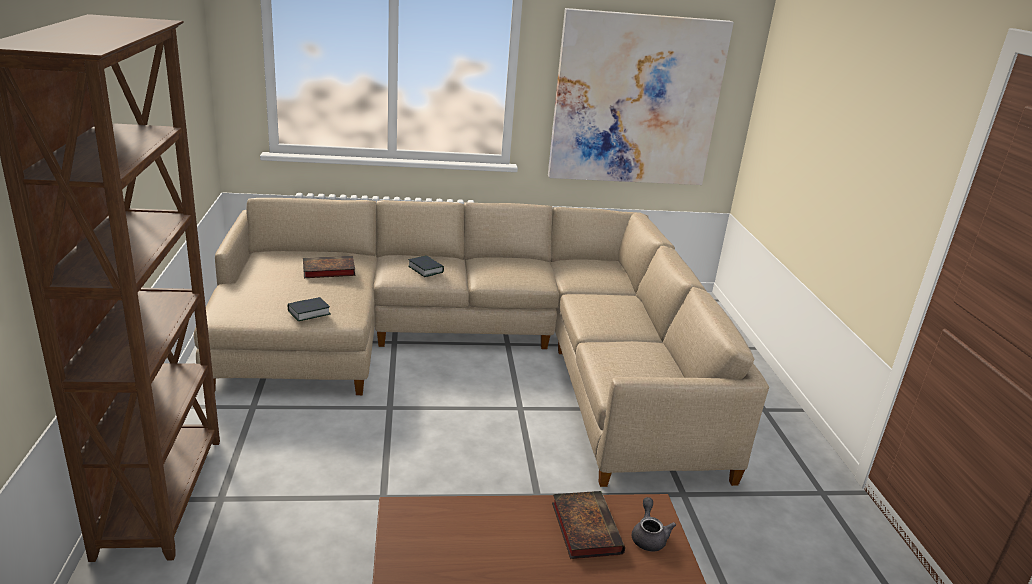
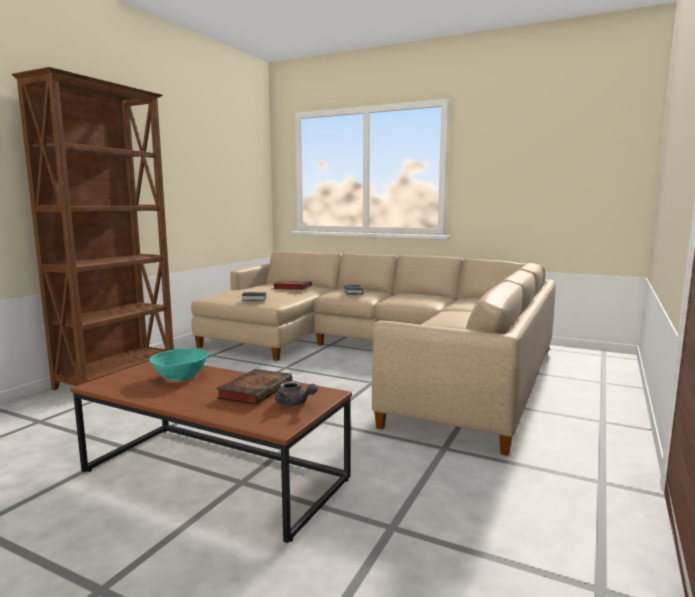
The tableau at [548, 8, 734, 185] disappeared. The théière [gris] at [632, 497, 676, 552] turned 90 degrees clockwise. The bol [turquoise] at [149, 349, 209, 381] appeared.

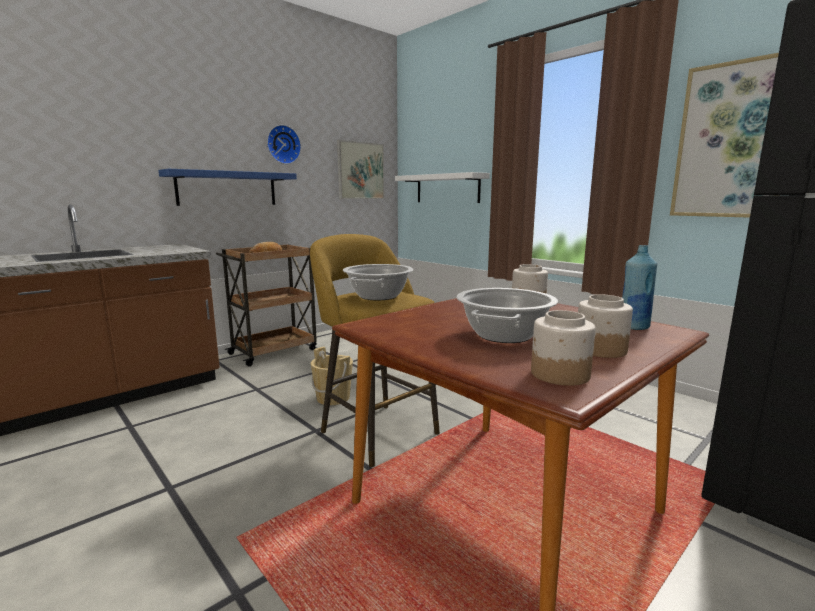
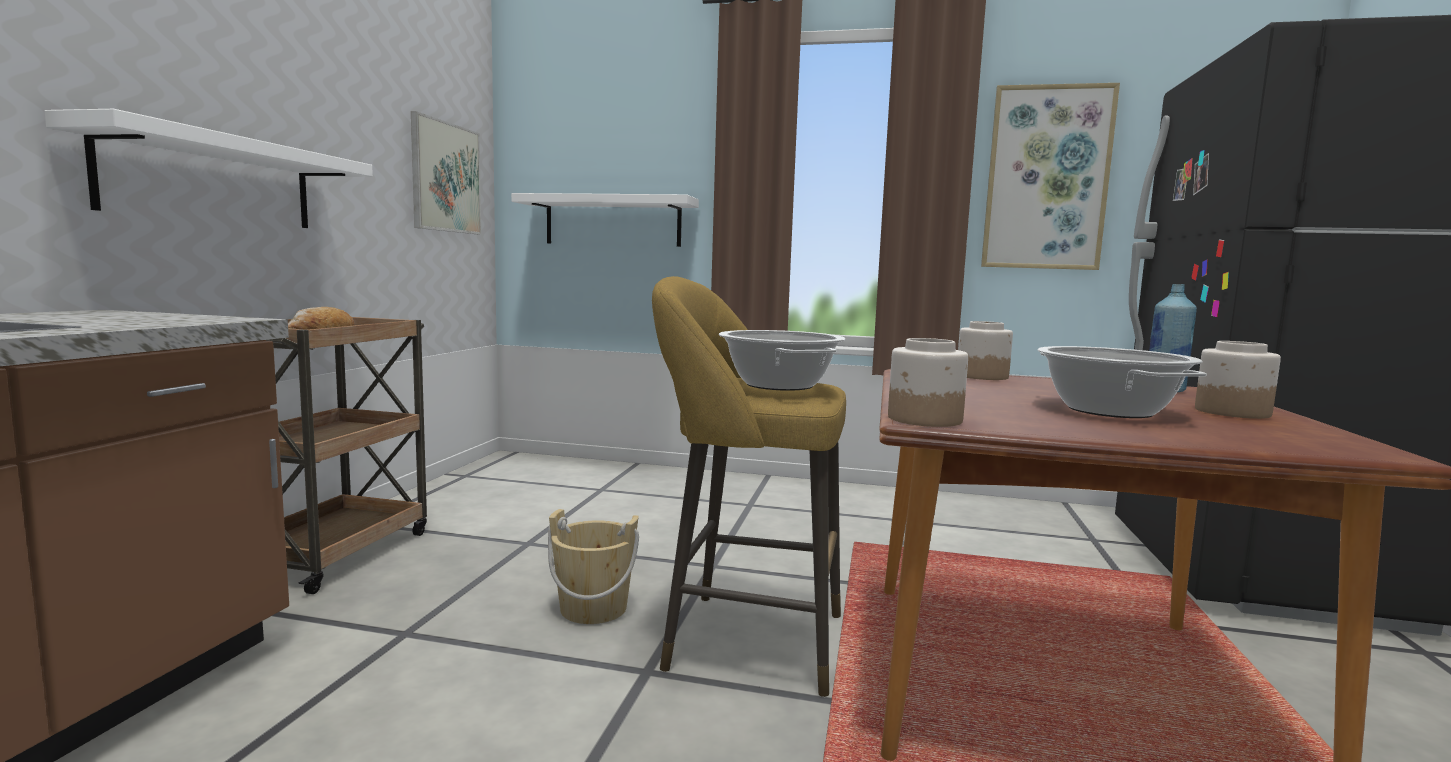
The étagère [bleu] at [158, 169, 297, 206] became the étagère [blanc] at [44, 109, 373, 228]. The horloge murale at [267, 125, 301, 164] disappeared. The bocal moved from [531, 310, 596, 386] to [888, 338, 968, 427].

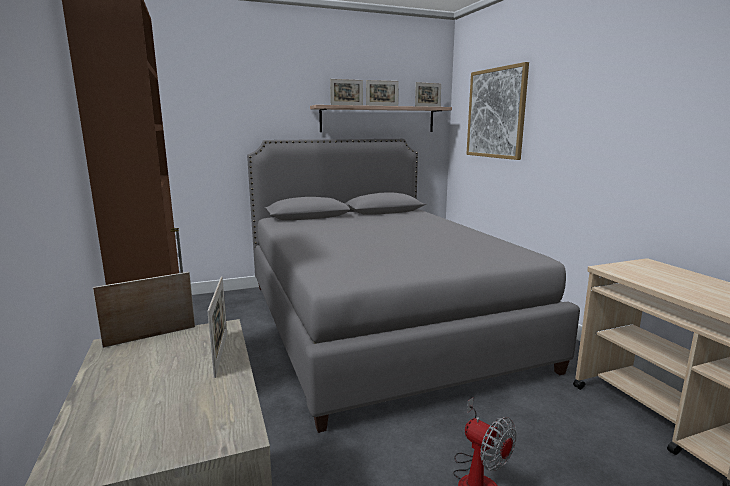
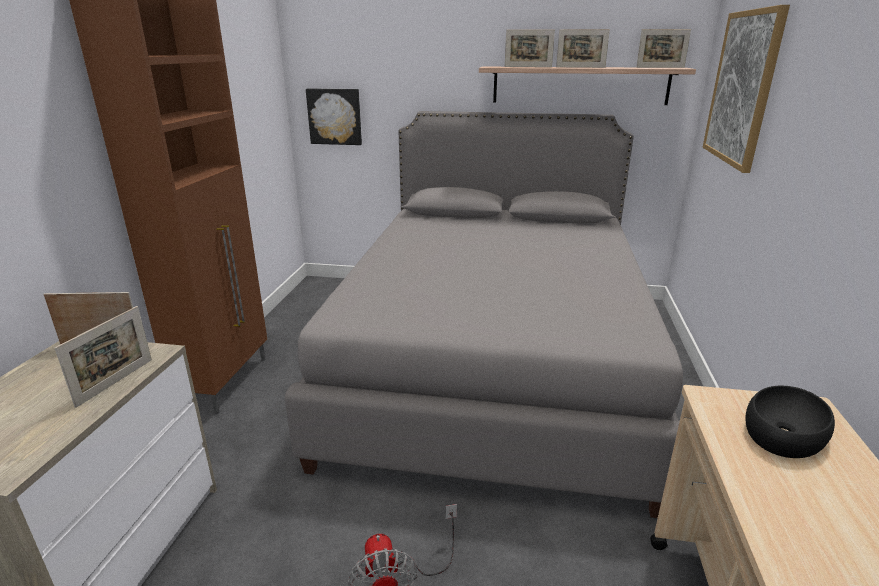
The tableau at [306, 88, 362, 145] appeared. The bol [noir] at [745, 386, 835, 458] appeared.

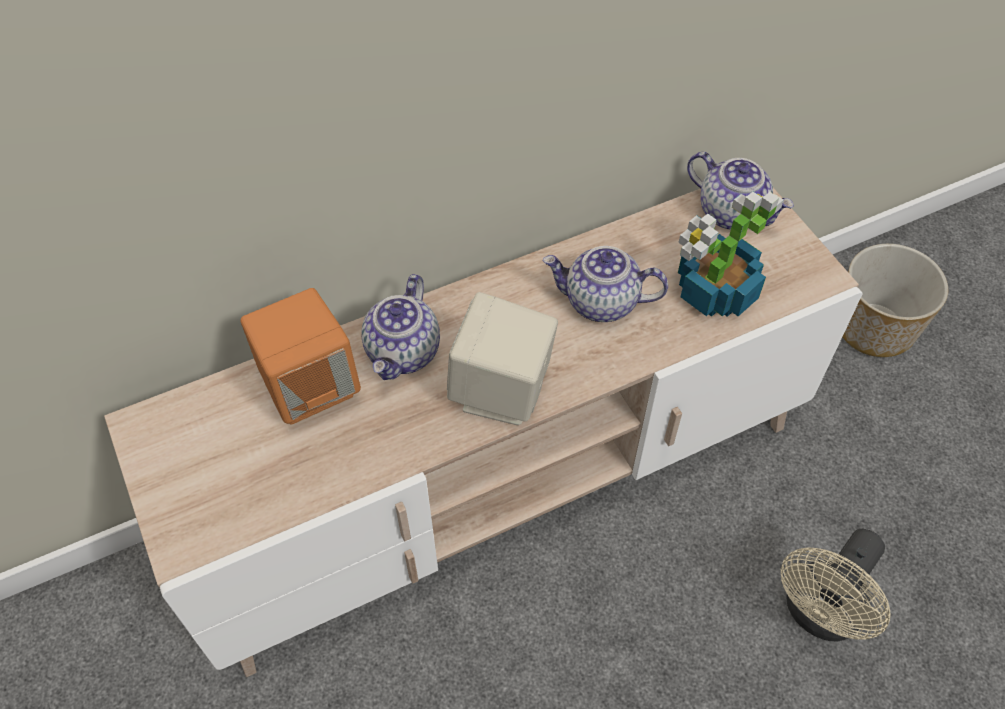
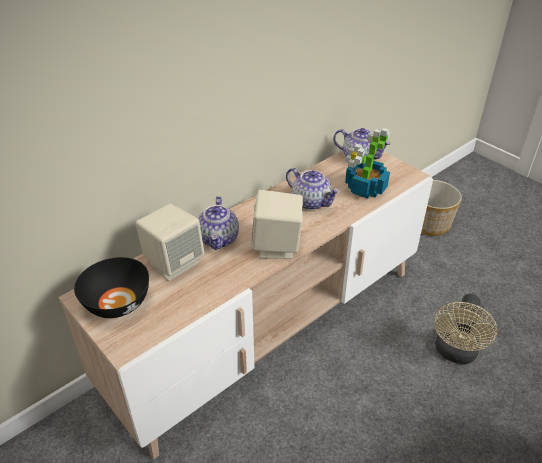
The enceinte [orange] at [240, 288, 361, 425] became the enceinte [beige] at [135, 204, 205, 281]. The théière at [543, 246, 668, 322] turned 135 degrees counterclockwise. The bol [noir] at [74, 257, 149, 318] appeared.

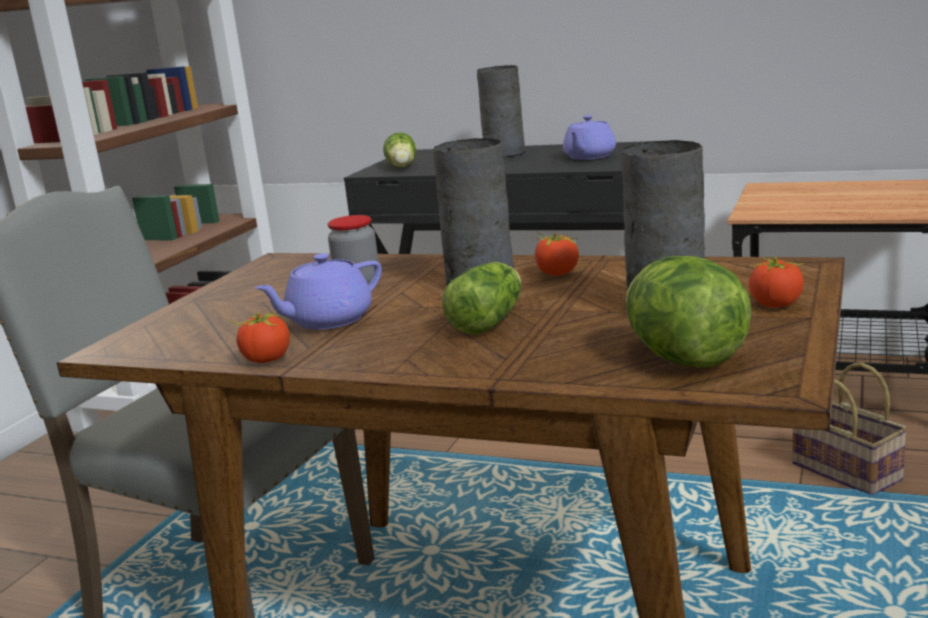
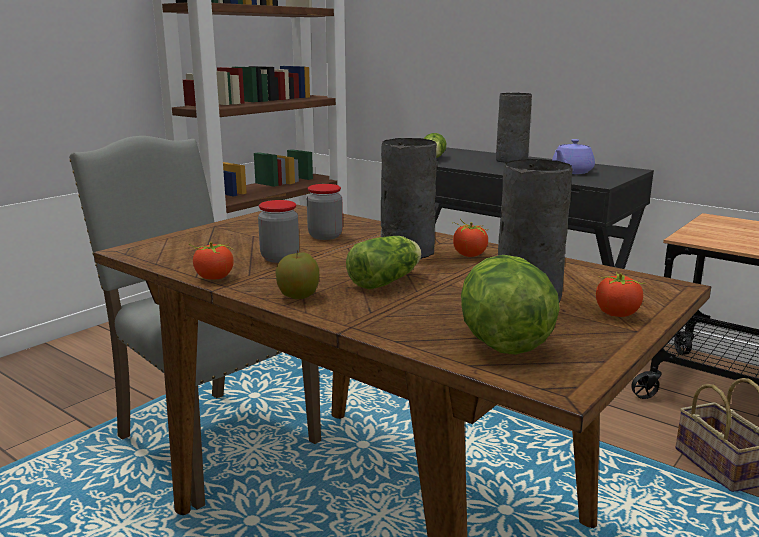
The théière [violet] at [254, 253, 382, 330] was replaced by the bocal at [258, 200, 299, 263]. The pomme at [276, 250, 319, 299] appeared.

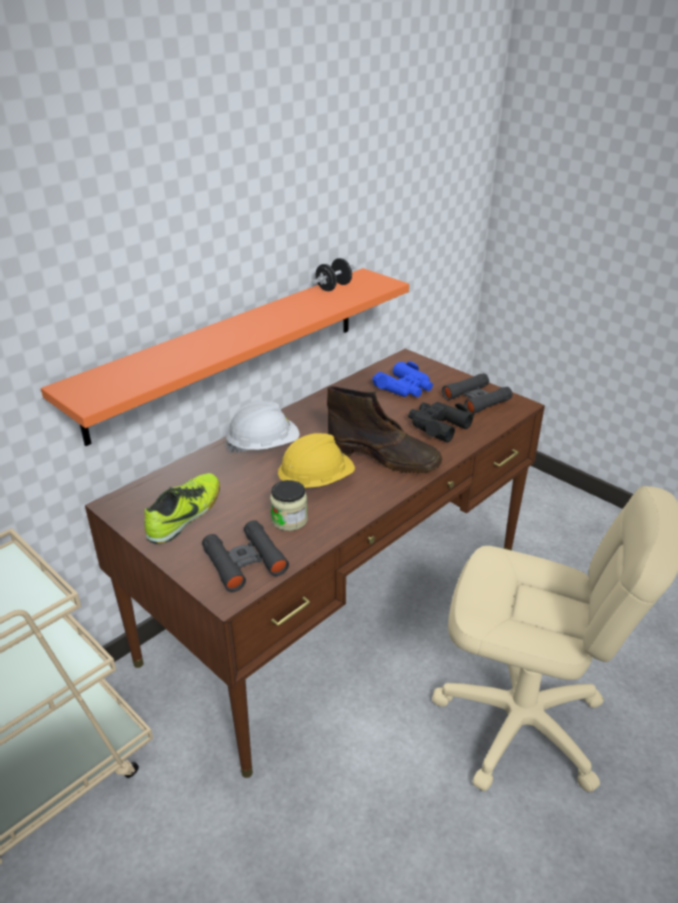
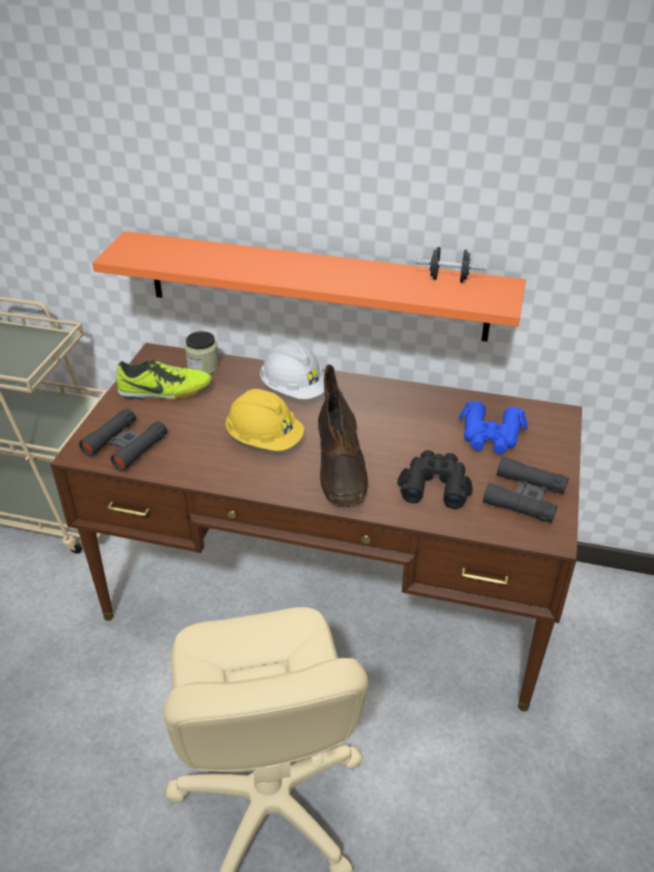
The bocal moved from [270, 480, 308, 531] to [185, 331, 219, 374].

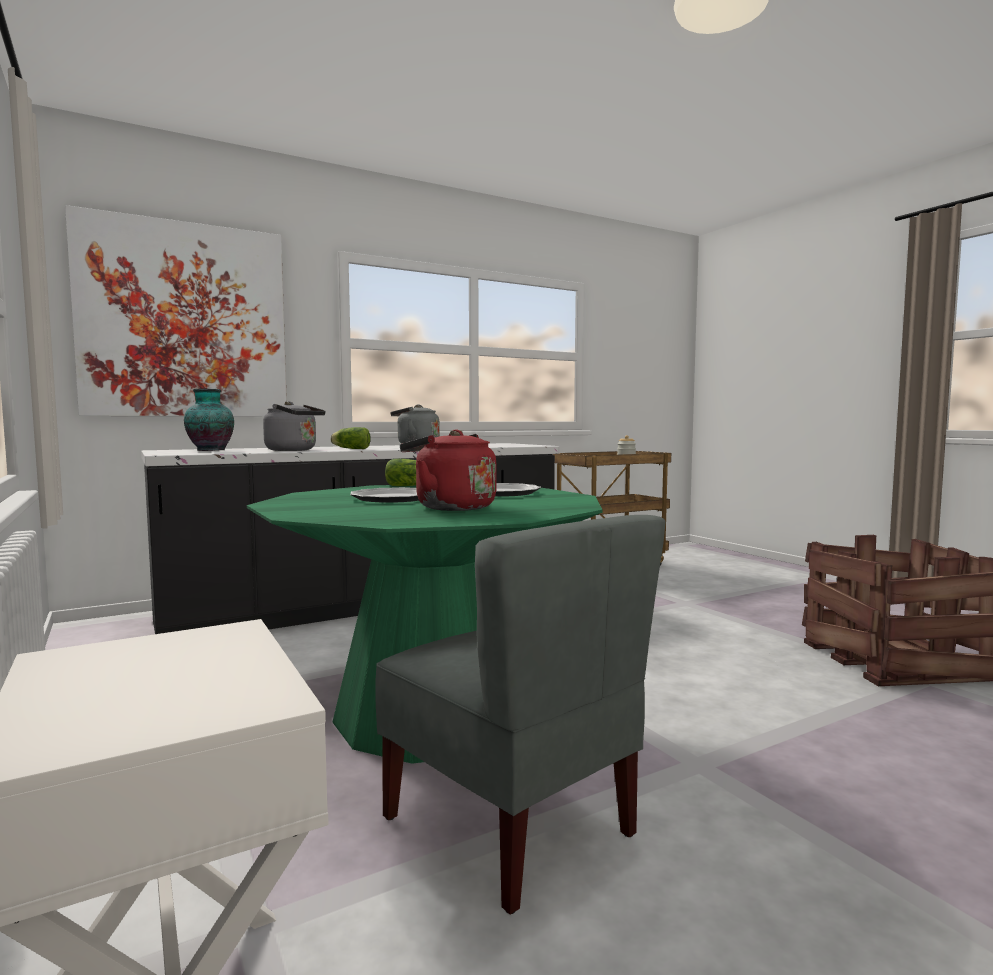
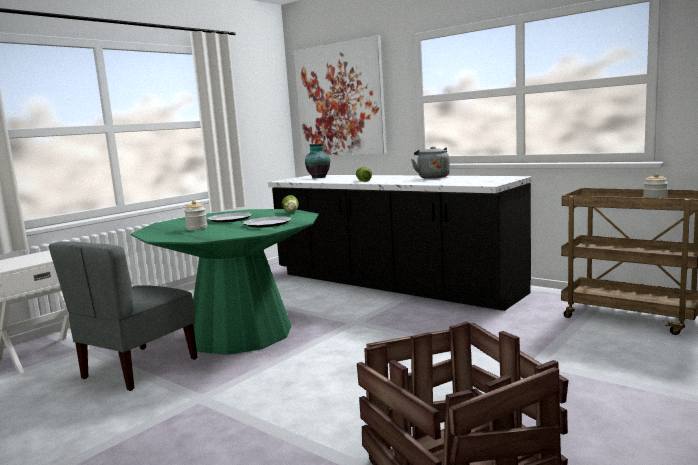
The bouilloire [gris] at [263, 401, 325, 451] disappeared. The bouilloire [rouge] at [400, 429, 496, 511] was replaced by the bocal at [184, 200, 207, 230].

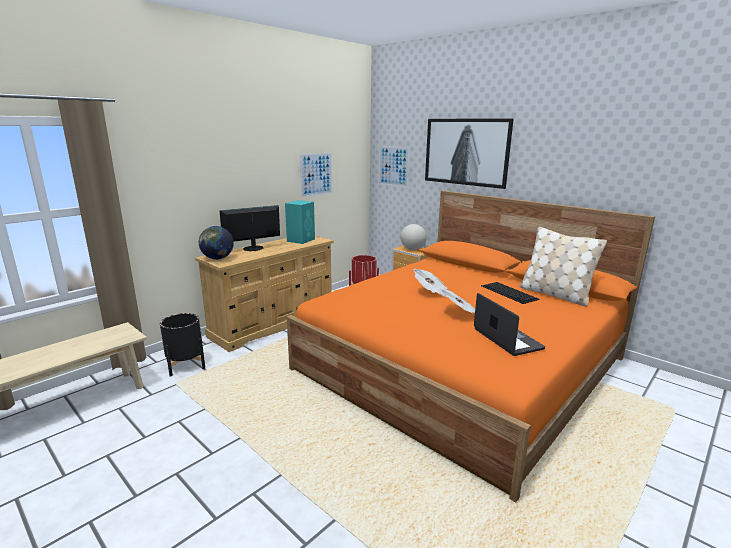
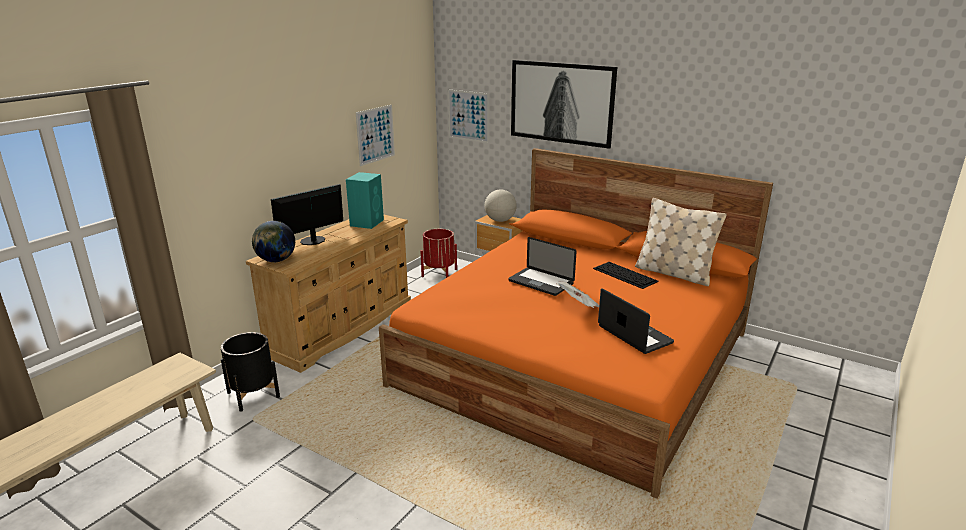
The journal at [413, 269, 448, 297] was replaced by the ordinateur portable at [508, 237, 577, 296].

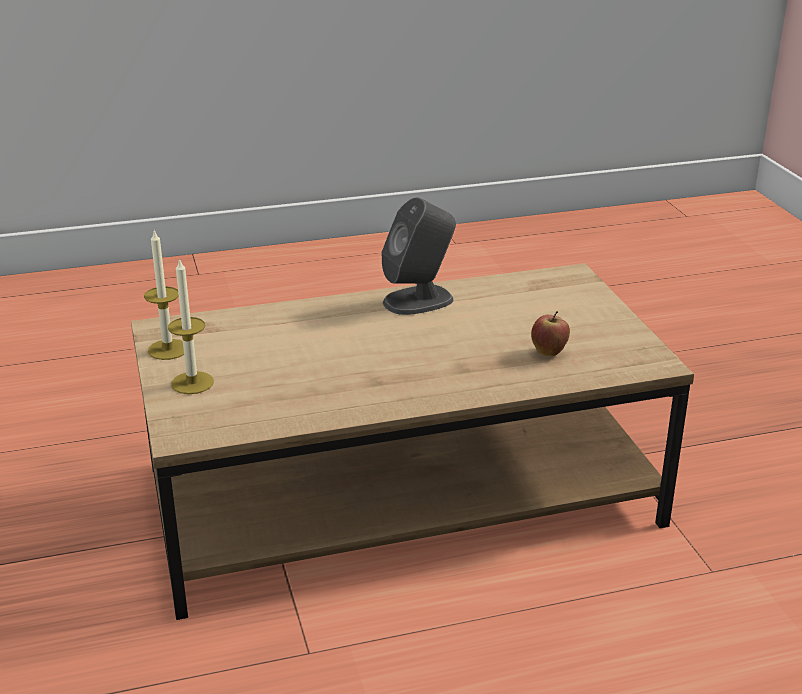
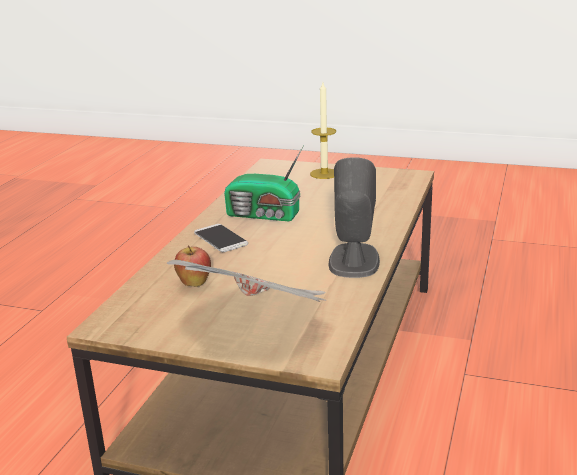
The bougie at [144, 229, 184, 360] disappeared. The journal at [167, 260, 327, 302] appeared. The téléphone at [194, 224, 248, 252] appeared. The radio at [224, 145, 304, 221] appeared.

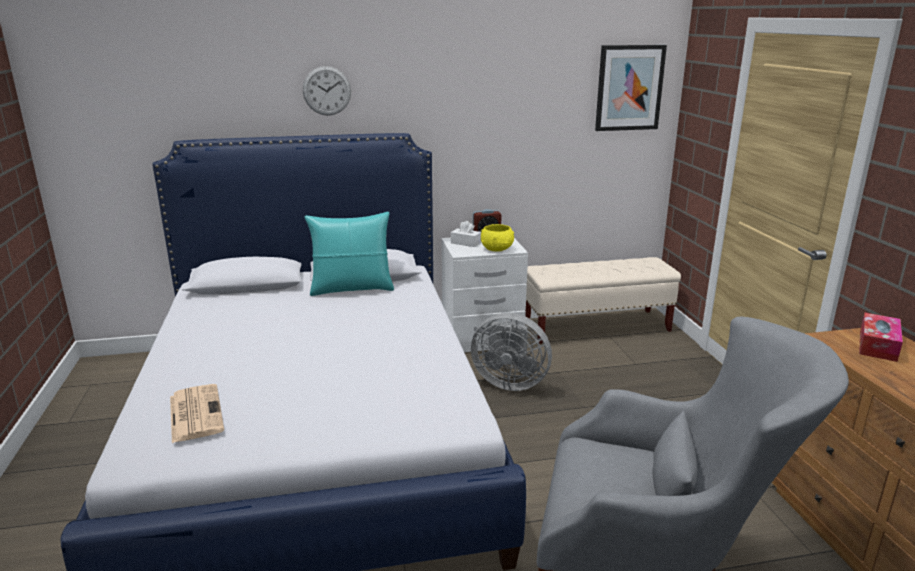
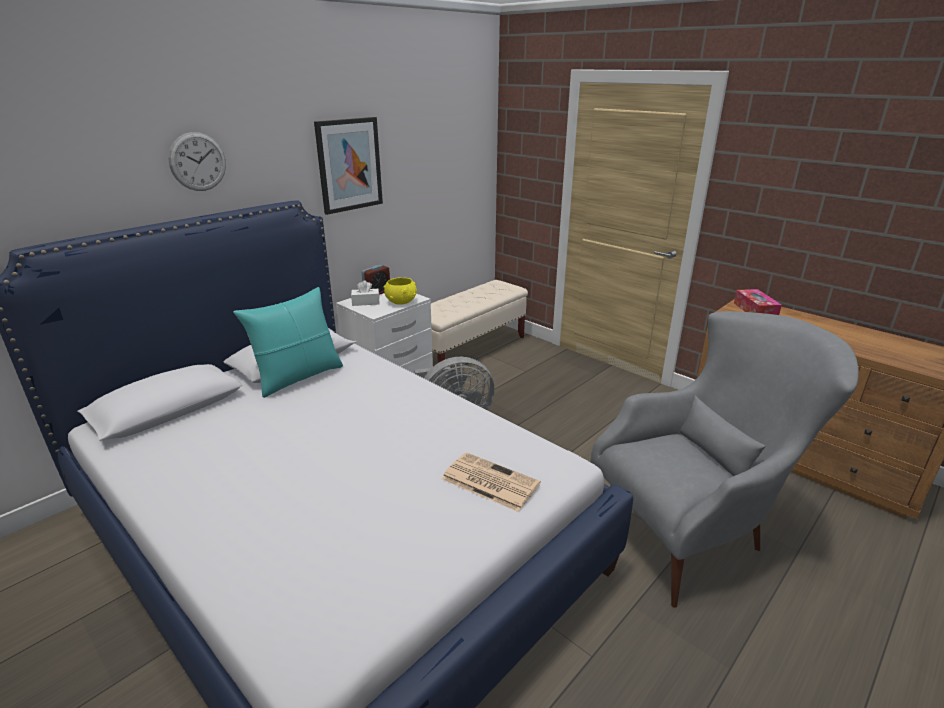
The journal moved from [170, 384, 224, 443] to [442, 452, 541, 512]. The tableau moved from [595, 45, 667, 131] to [314, 117, 383, 215].

